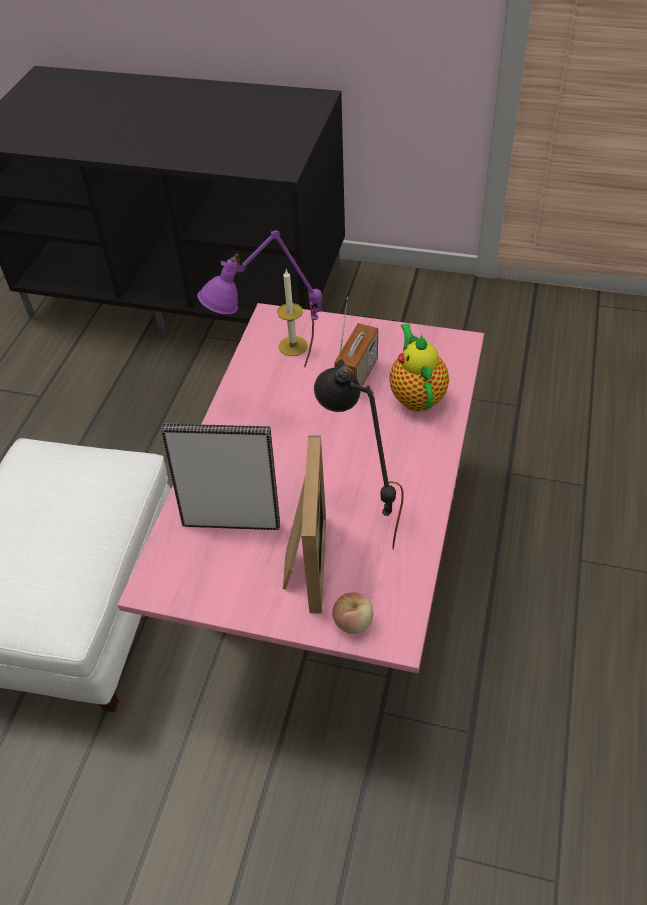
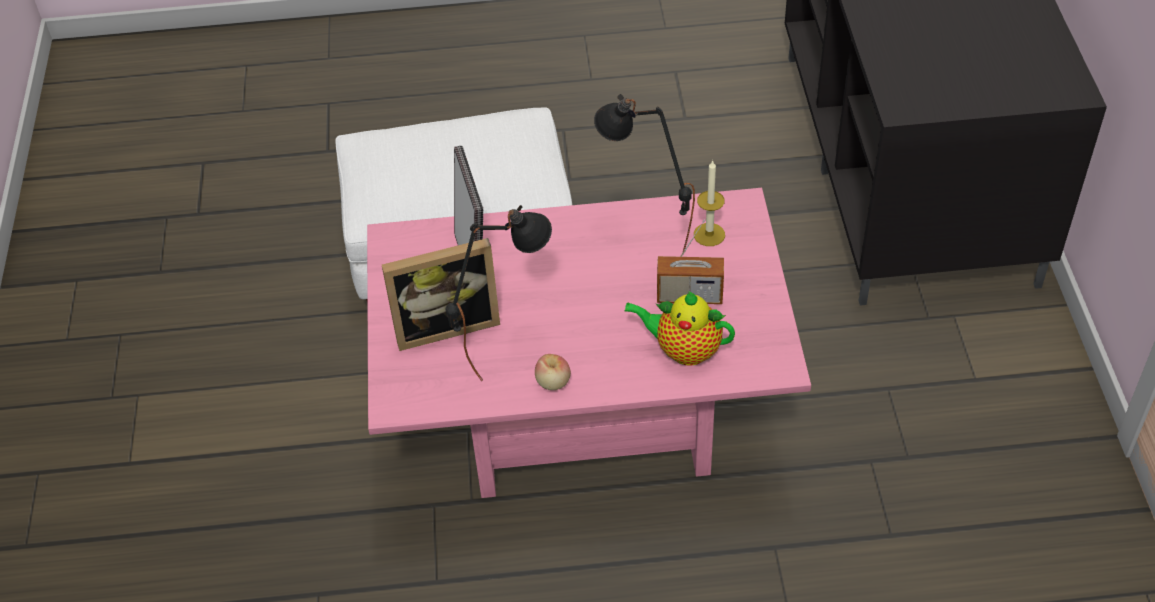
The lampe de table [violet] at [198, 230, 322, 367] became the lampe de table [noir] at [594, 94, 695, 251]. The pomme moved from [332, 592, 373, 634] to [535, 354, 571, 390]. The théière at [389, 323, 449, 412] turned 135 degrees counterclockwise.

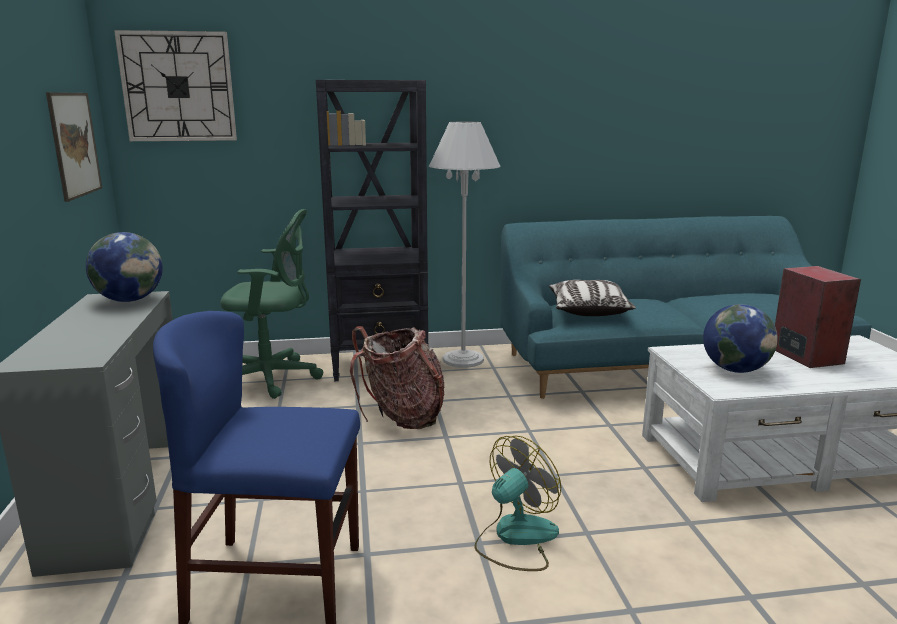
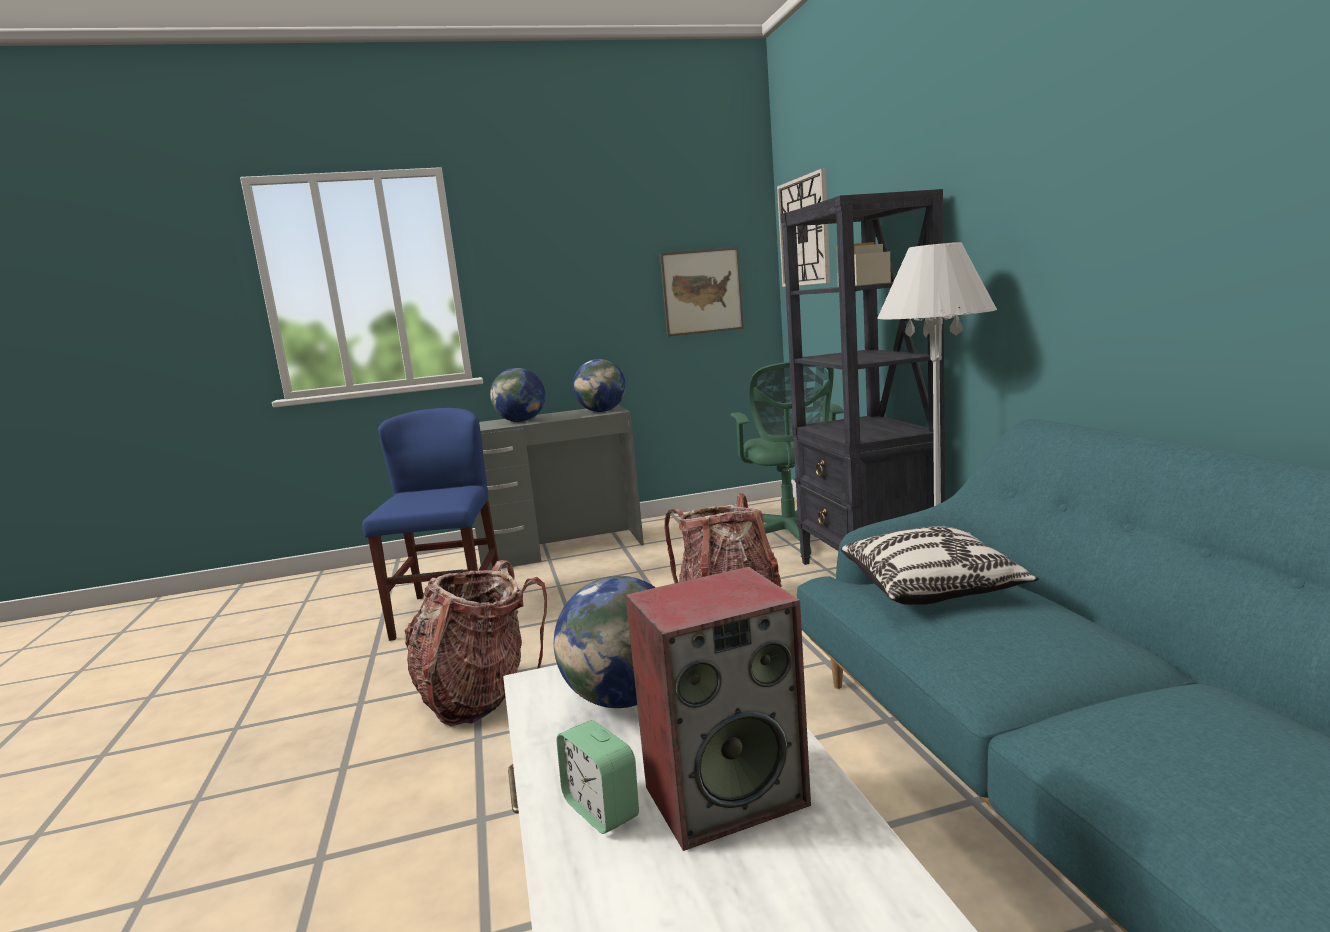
The ventilateur at [474, 435, 561, 571] was replaced by the sac à dos at [405, 560, 547, 726]. The globe at [490, 368, 545, 422] appeared. The réveil at [557, 720, 639, 834] appeared.

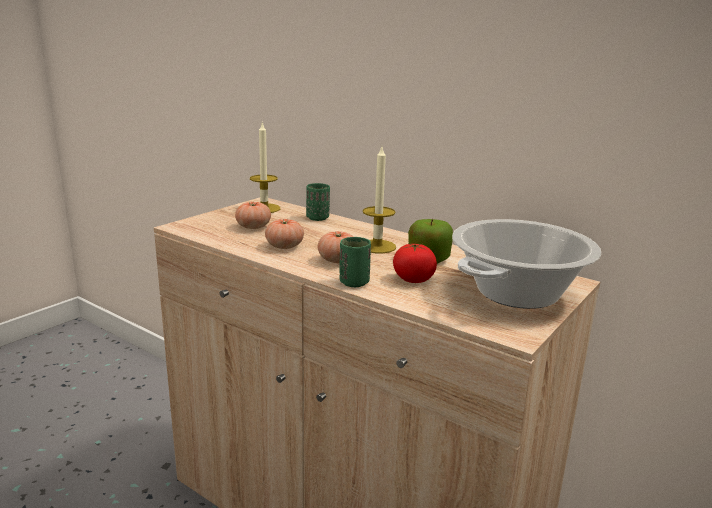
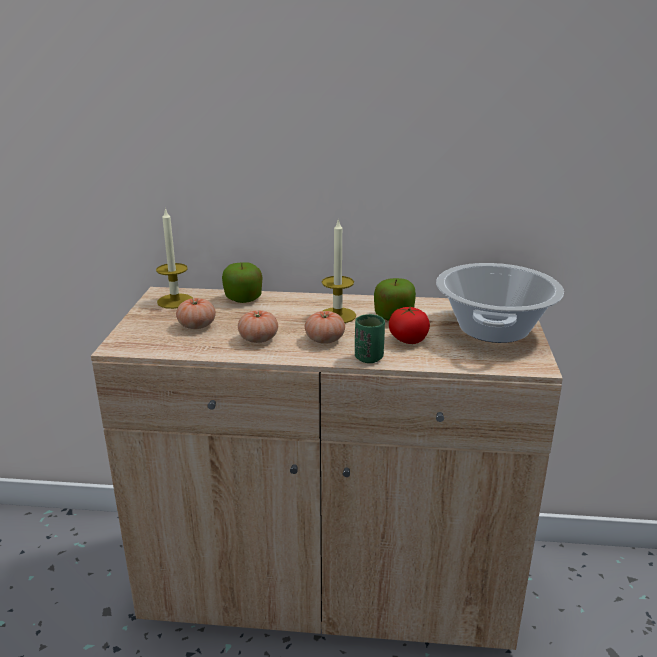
The tasse [vert] at [306, 183, 330, 221] was replaced by the pomme at [222, 262, 263, 303].

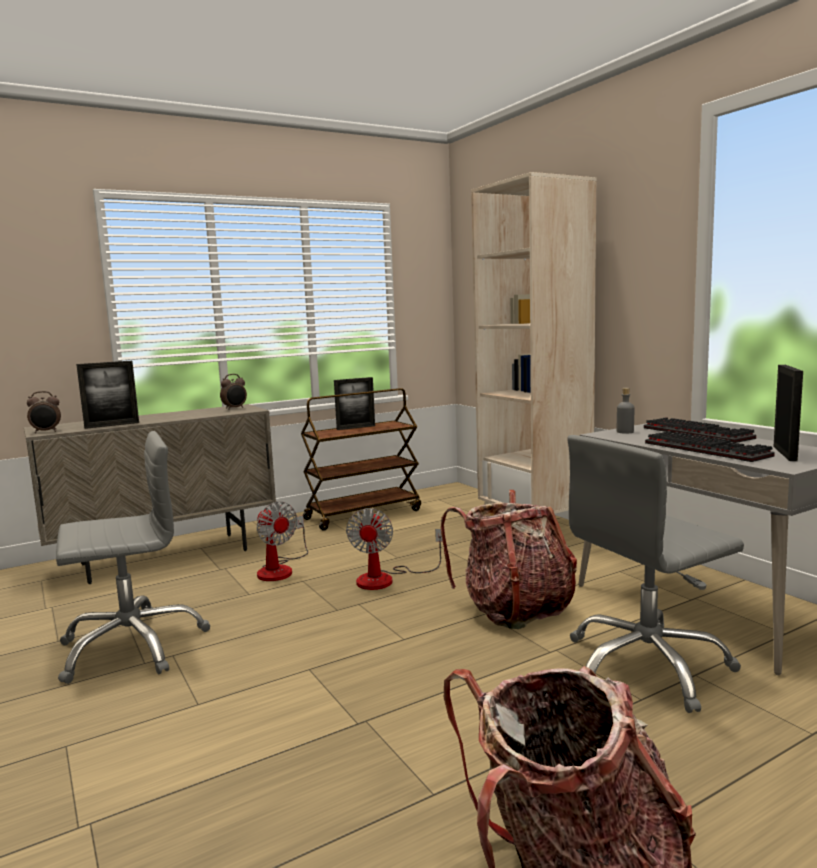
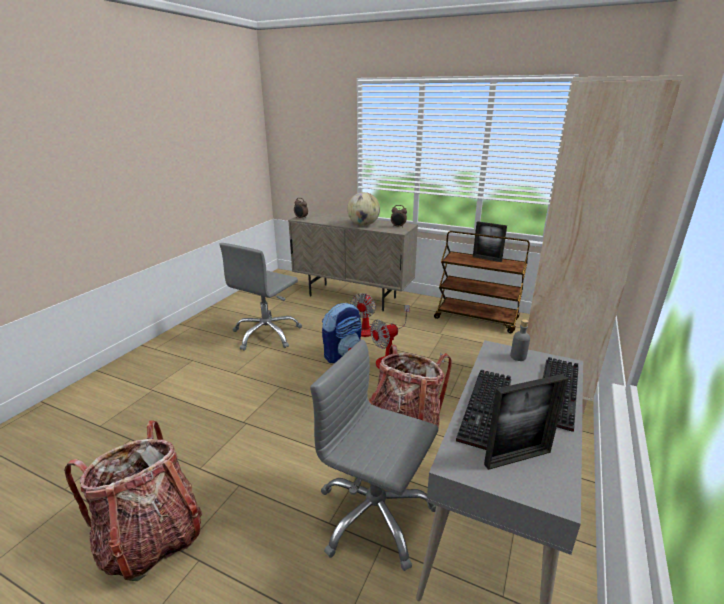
The chaise de bureau [gris] at [56, 431, 210, 684] turned 90 degrees clockwise. The cadre photo at [76, 361, 139, 429] disappeared. The sac à dos at [322, 303, 362, 364] appeared. The globe at [347, 192, 380, 226] appeared.

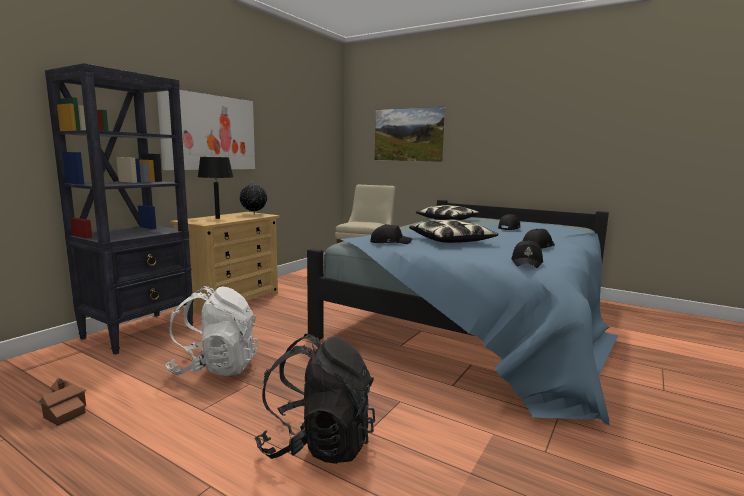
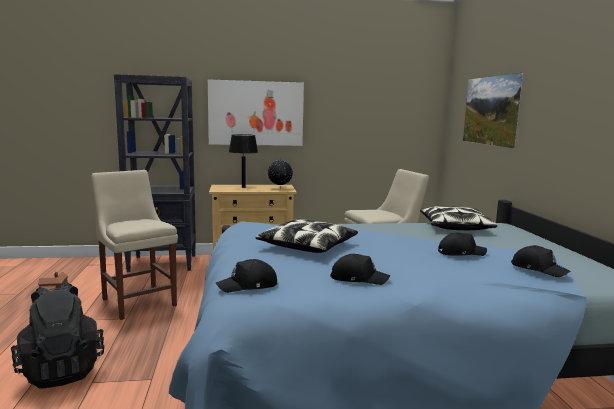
The sac à dos [blanc] at [165, 286, 259, 376] was replaced by the chaise [beige] at [91, 170, 178, 320]. The casquette [noir] moved from [370, 224, 413, 244] to [511, 245, 571, 277].

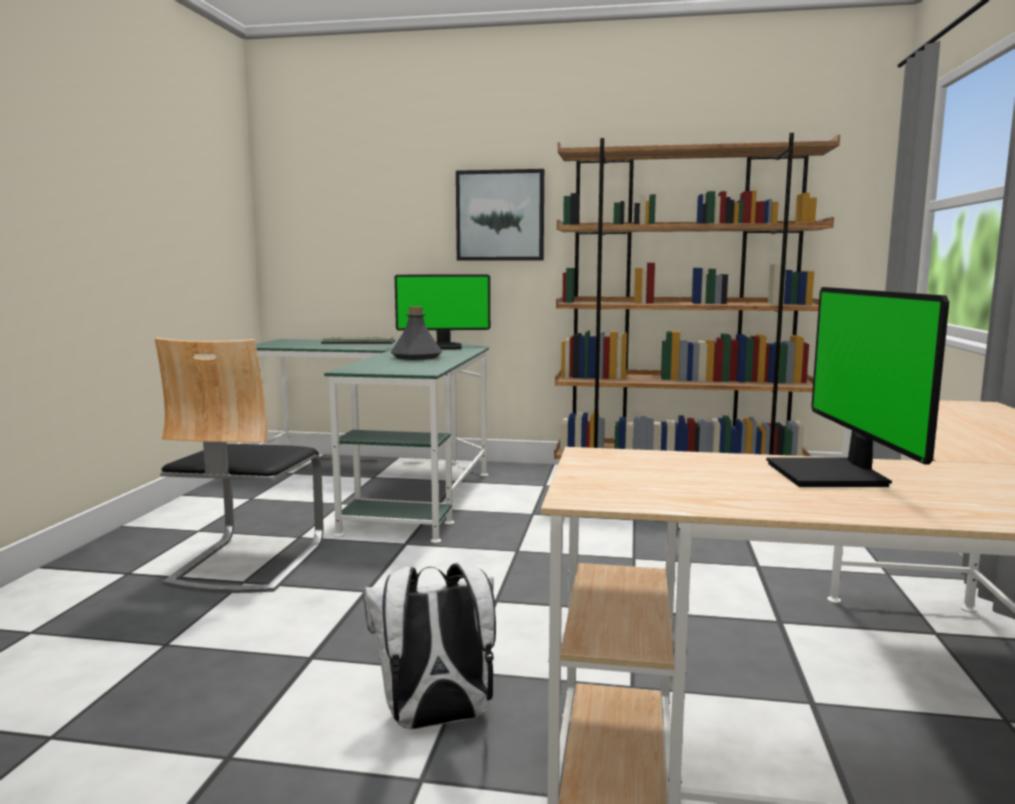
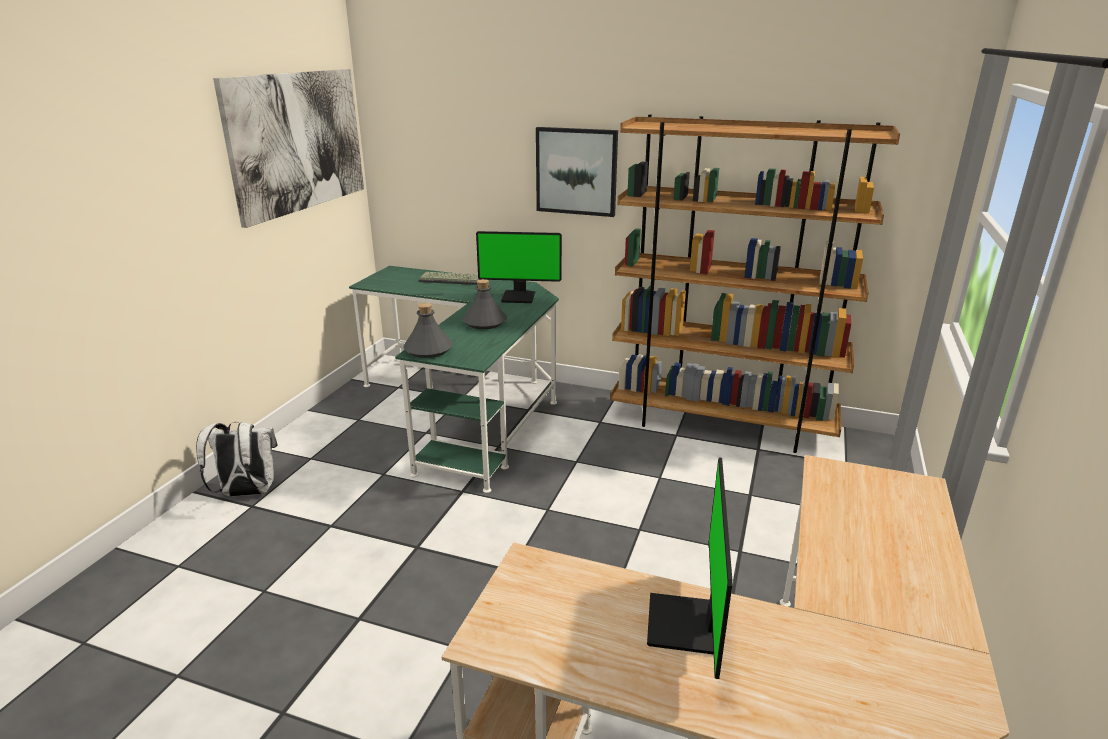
The chaise at [155, 338, 323, 593] disappeared. The sac à dos [blanc] moved from [363, 562, 496, 729] to [196, 422, 277, 497]. The tableau at [213, 69, 364, 228] appeared. The bouteille [gris] at [404, 303, 453, 358] appeared.

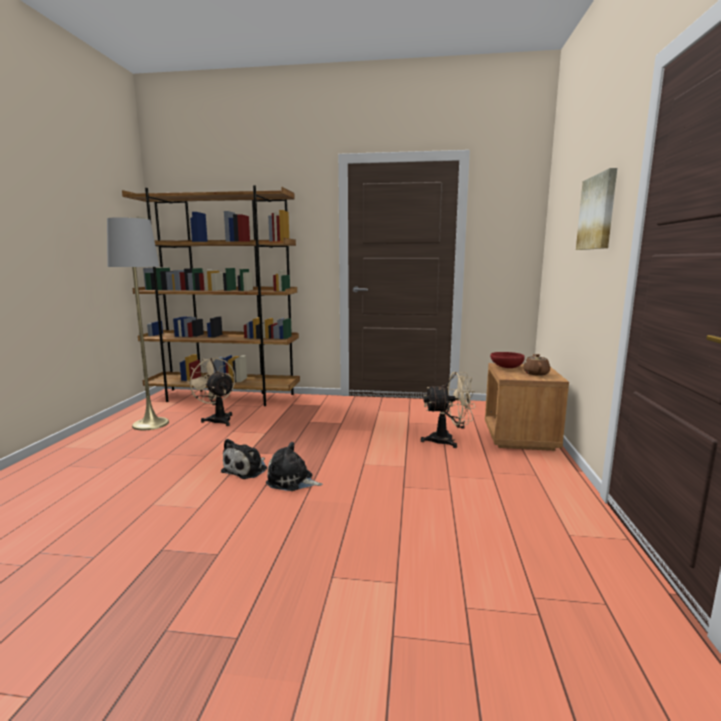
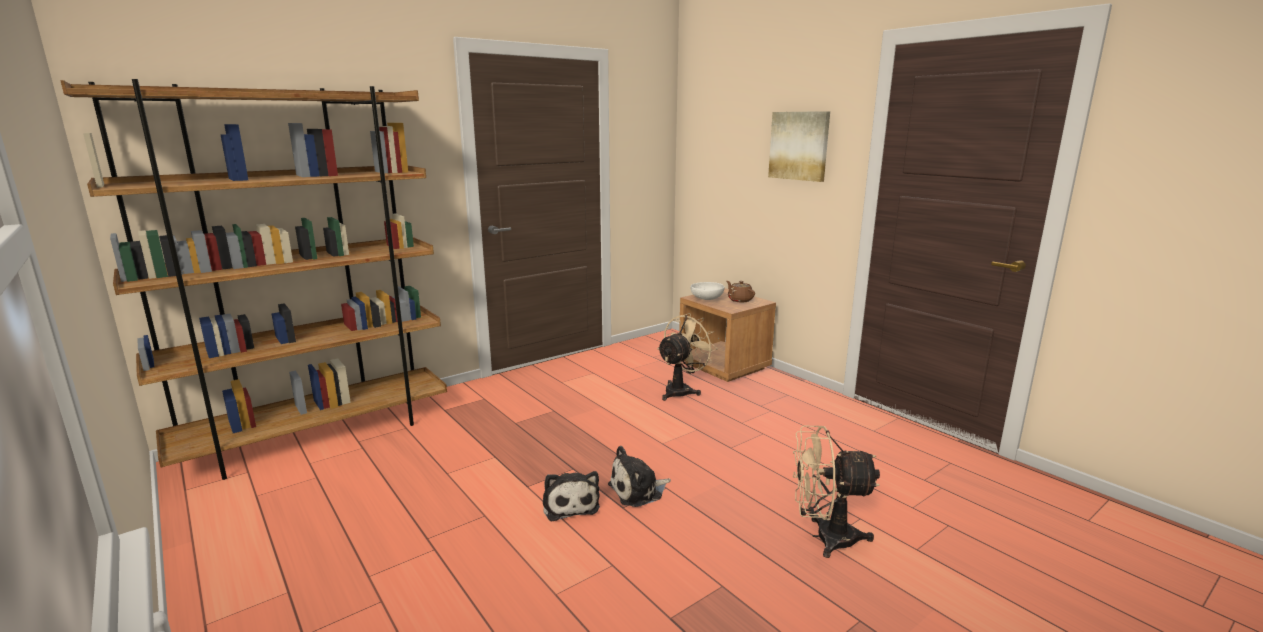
The lampadaire [gris] at [107, 217, 169, 430] disappeared. The ventilateur [beige] moved from [187, 357, 235, 426] to [793, 426, 880, 558]. The bol [rouge] at [490, 352, 525, 368] became the bol [blanc] at [691, 282, 725, 300].

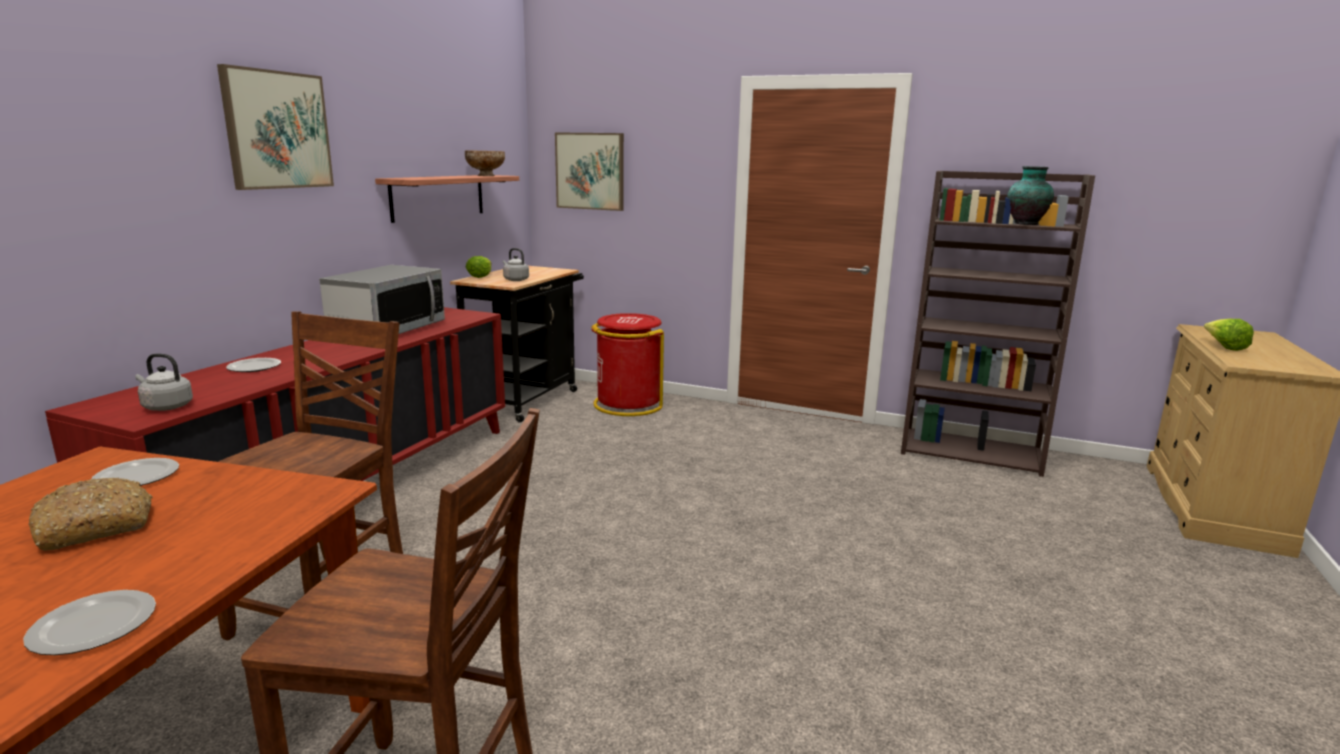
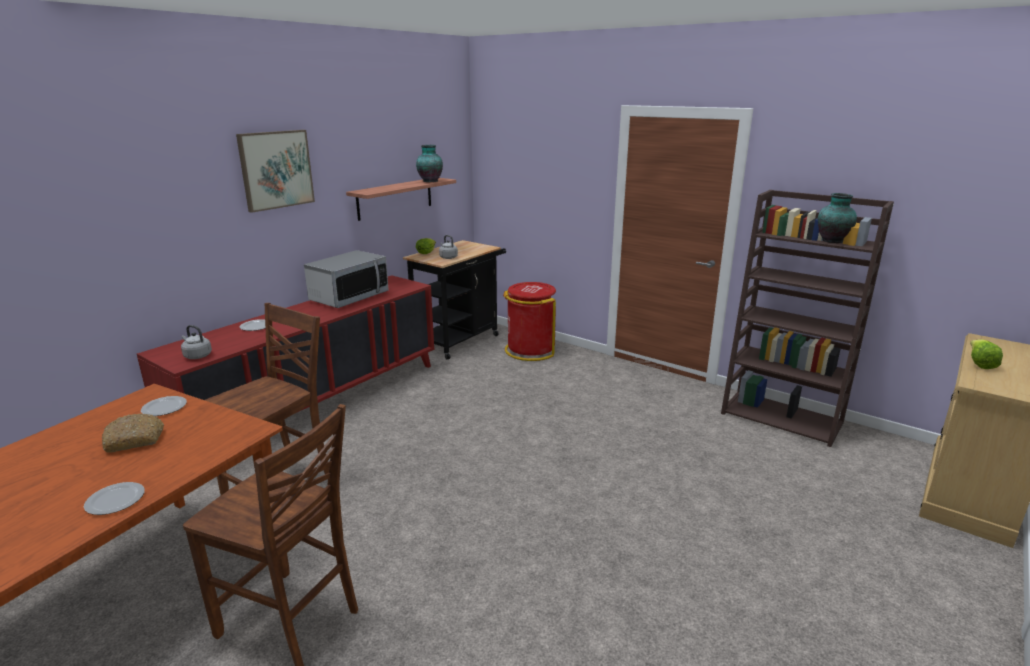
The bol at [465, 150, 505, 176] was replaced by the vase at [416, 145, 443, 182]. The tableau at [555, 132, 624, 211] disappeared.

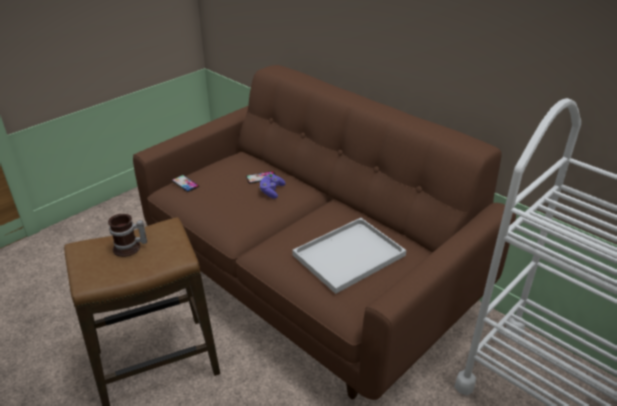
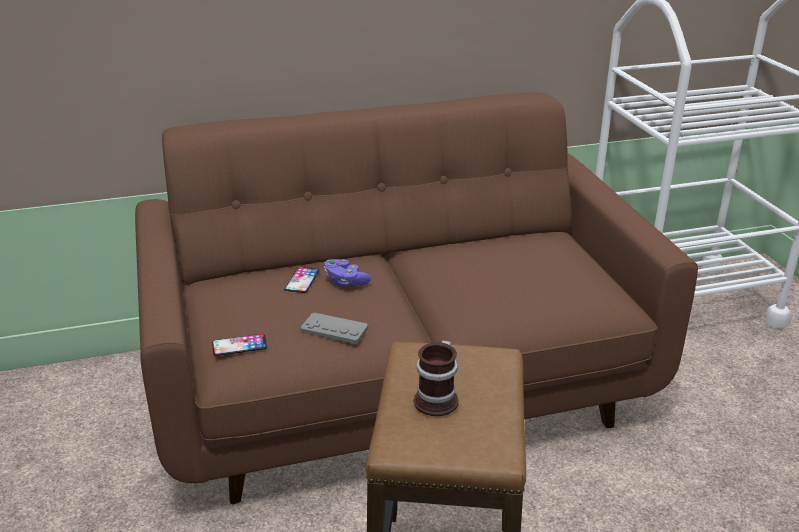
The plateau [blanc] at [292, 218, 407, 294] disappeared. The manette [gris] at [300, 313, 368, 344] appeared.

